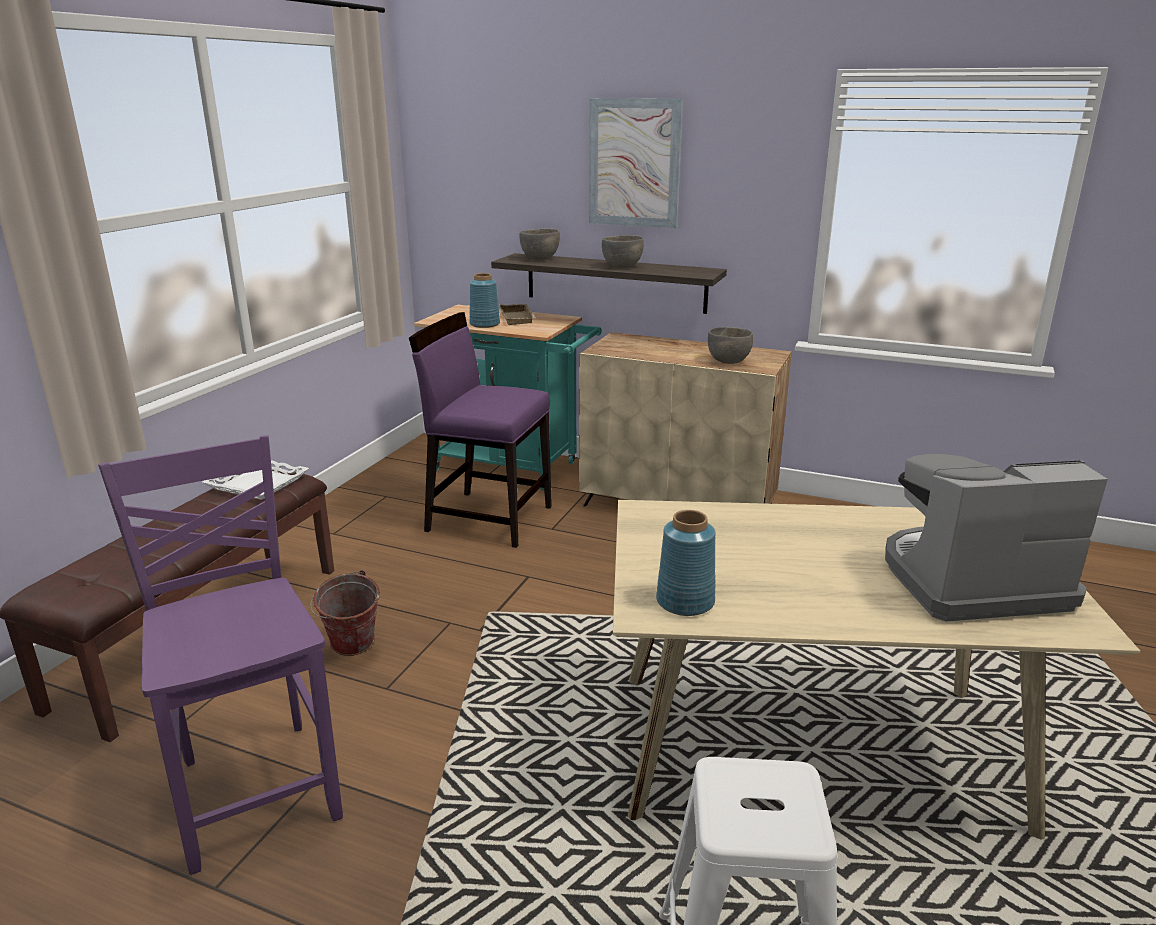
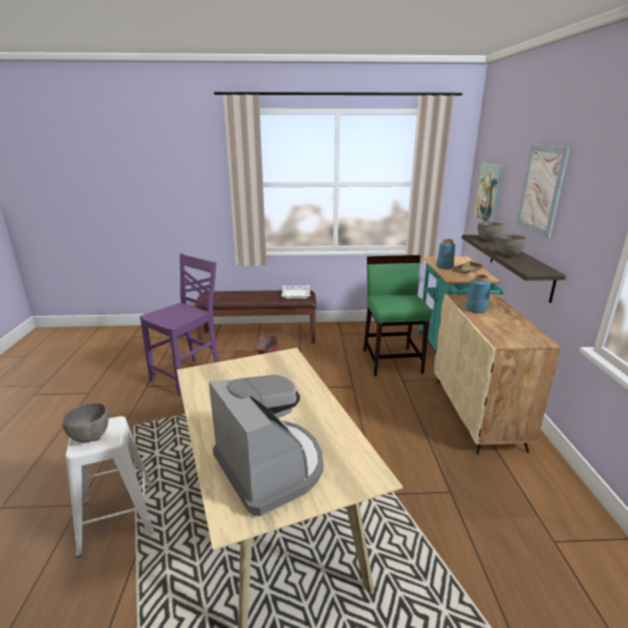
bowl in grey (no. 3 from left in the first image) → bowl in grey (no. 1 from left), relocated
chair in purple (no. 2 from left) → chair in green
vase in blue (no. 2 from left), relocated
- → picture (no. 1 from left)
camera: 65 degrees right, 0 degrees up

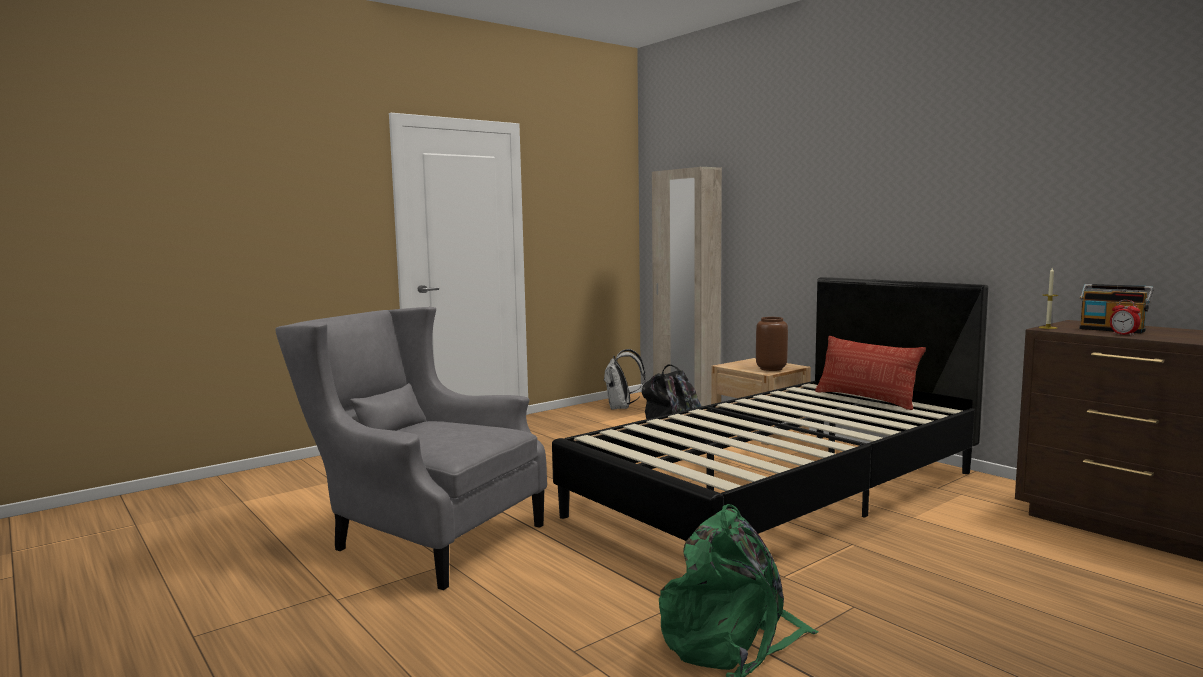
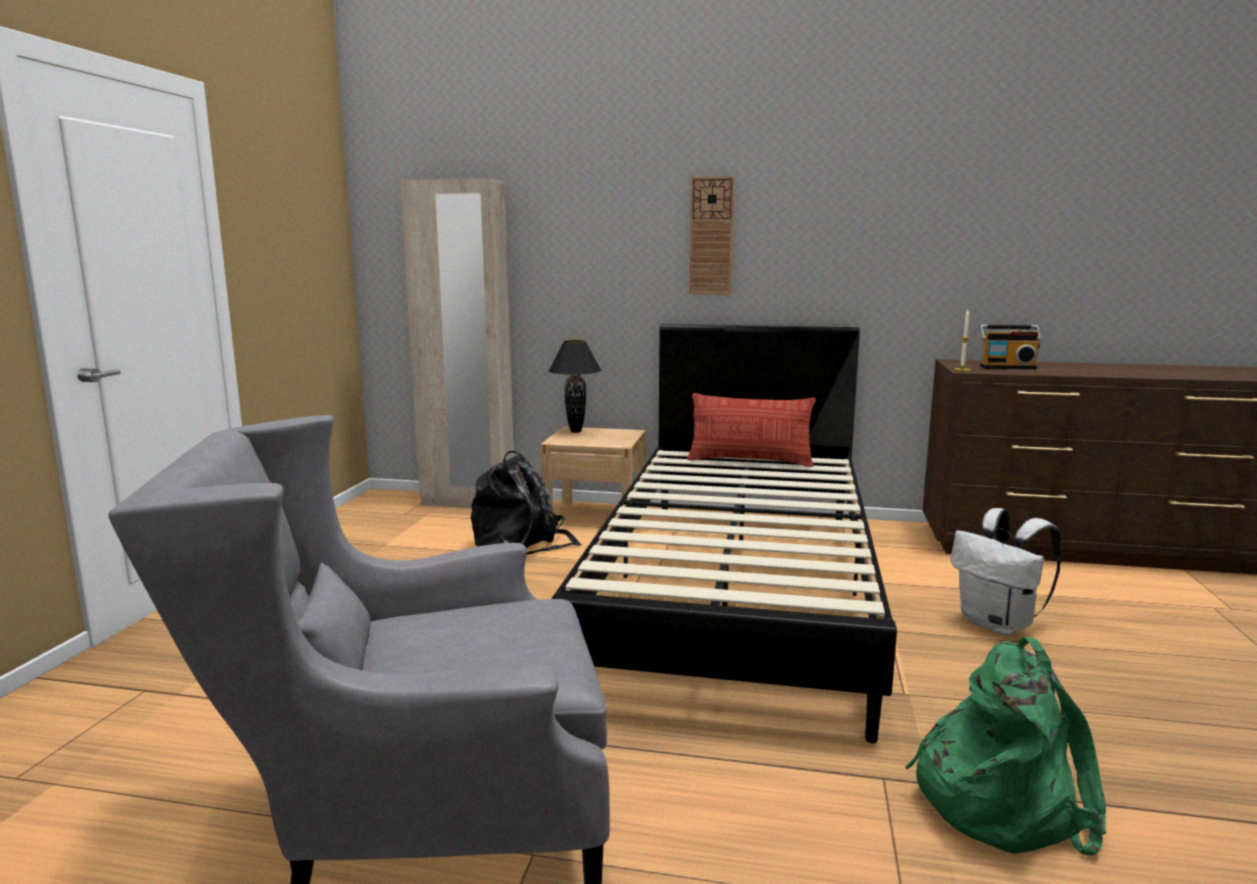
- → table lamp in black
- → wall clock
backpack in white, relocated
vase in brown → -
alarm clock → -
camera: 40 degrees left, 5 degrees up

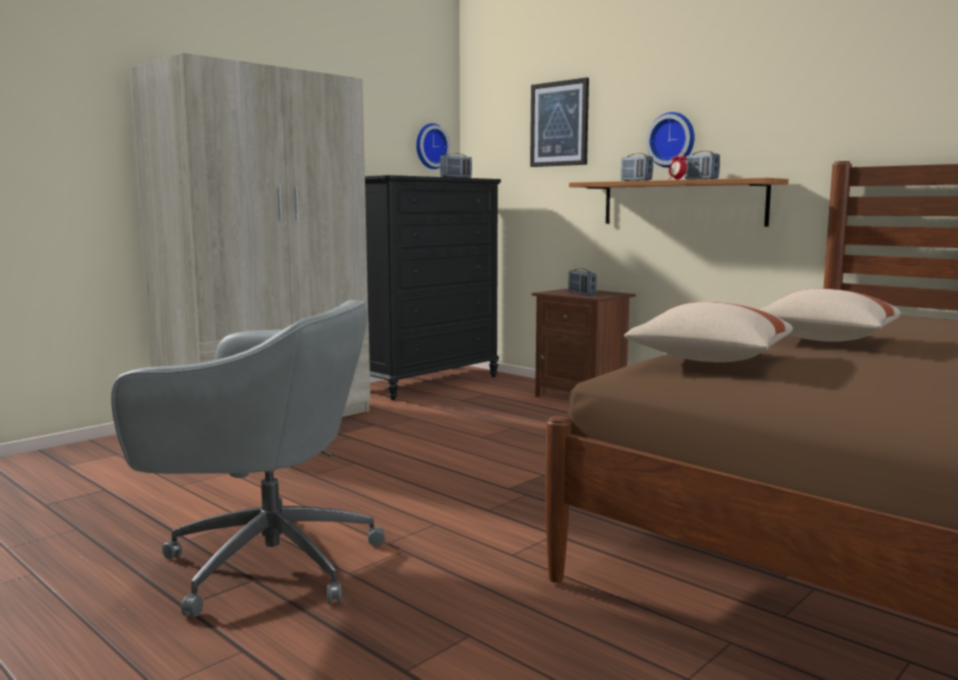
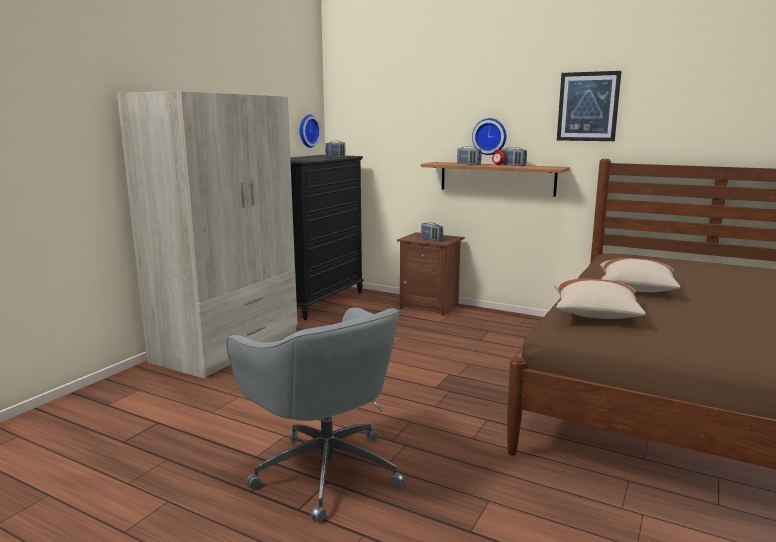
office chair in grey, 60 degrees clockwise
picture, relocated
camera: 15 degrees left, 5 degrees up

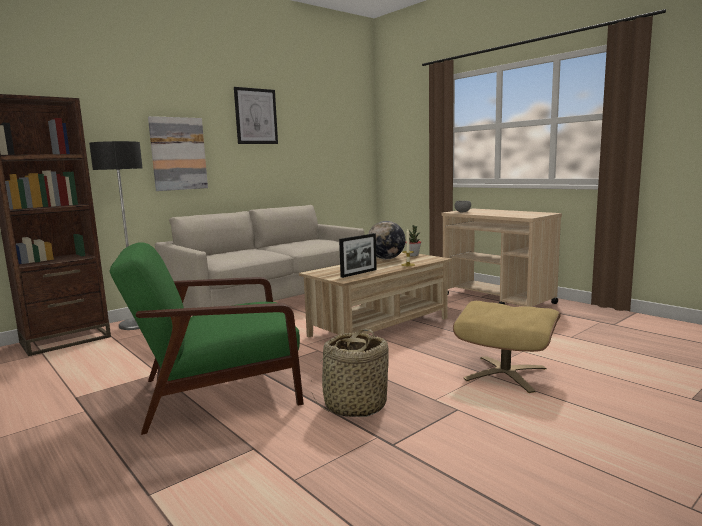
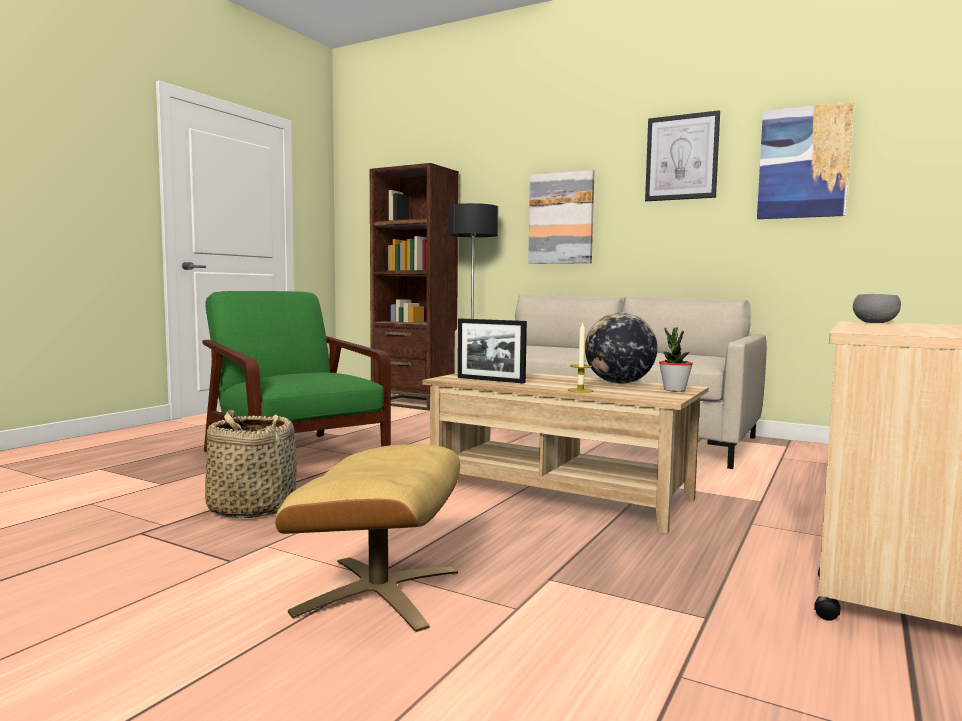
- → picture (no. 3 from left)
camera: 70 degrees right, 5 degrees down

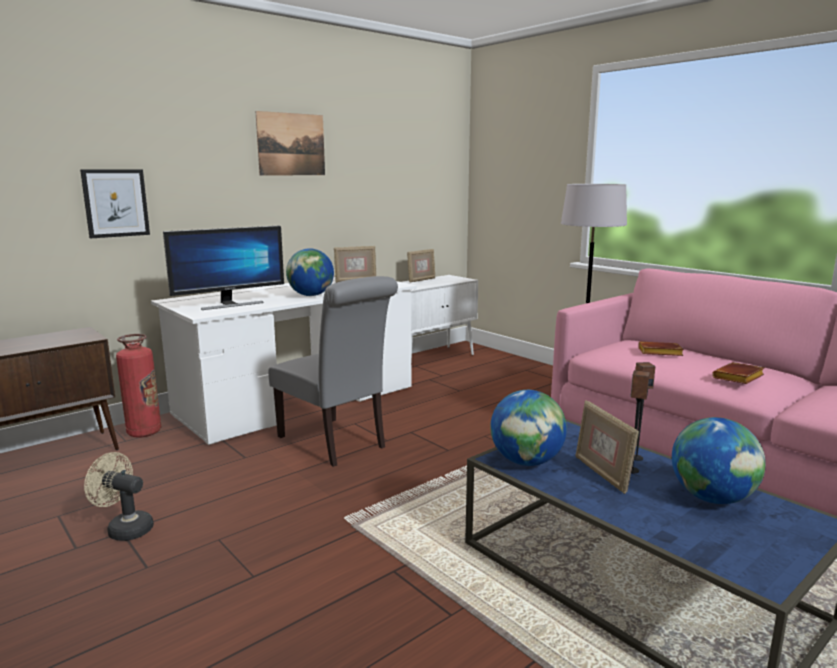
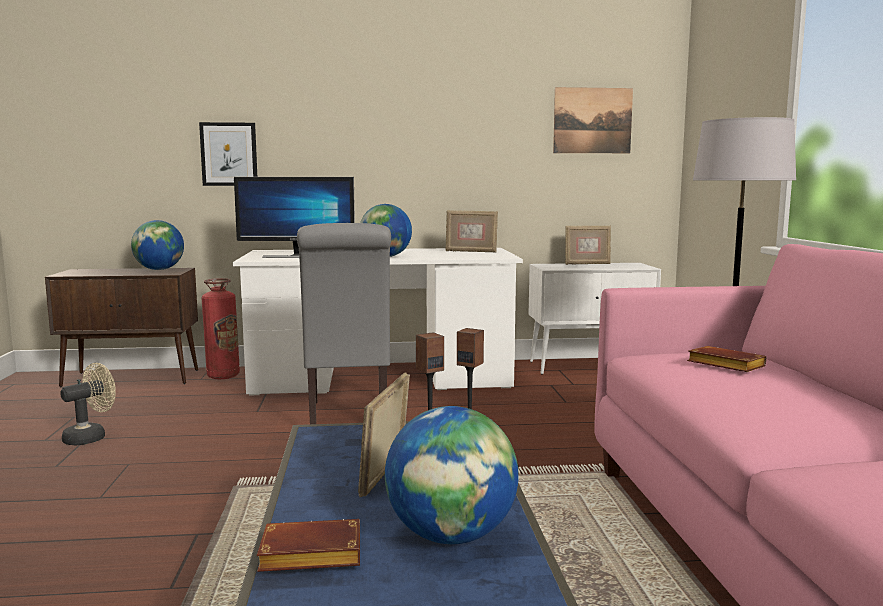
fan in beige, 75 degrees clockwise
globe (no. 2 from left in the first image) → globe (no. 1 from left), relocated
book in brown (no. 2 from left in the first image) → book in brown (no. 1 from left), relocated
picture (no. 2 from left), relocated
camera: 35 degrees right, 5 degrees down

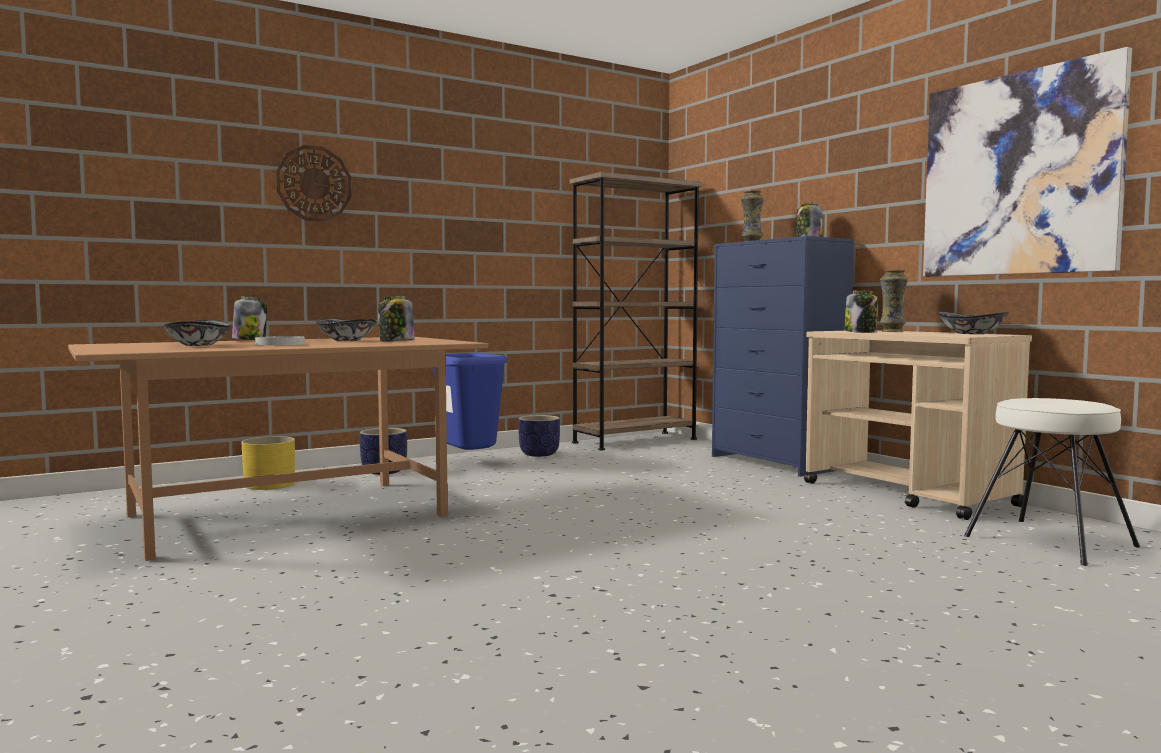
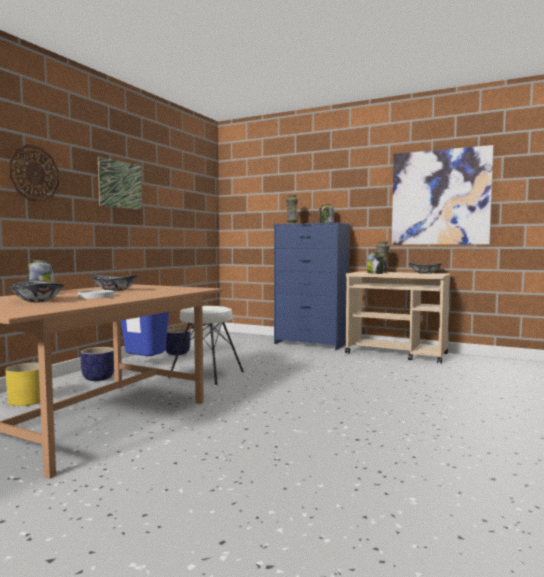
- → picture (no. 1 from left)
stool in white, relocated
jar (no. 2 from left) → -
bookcase in brown → -
camera: 30 degrees left, 0 degrees up

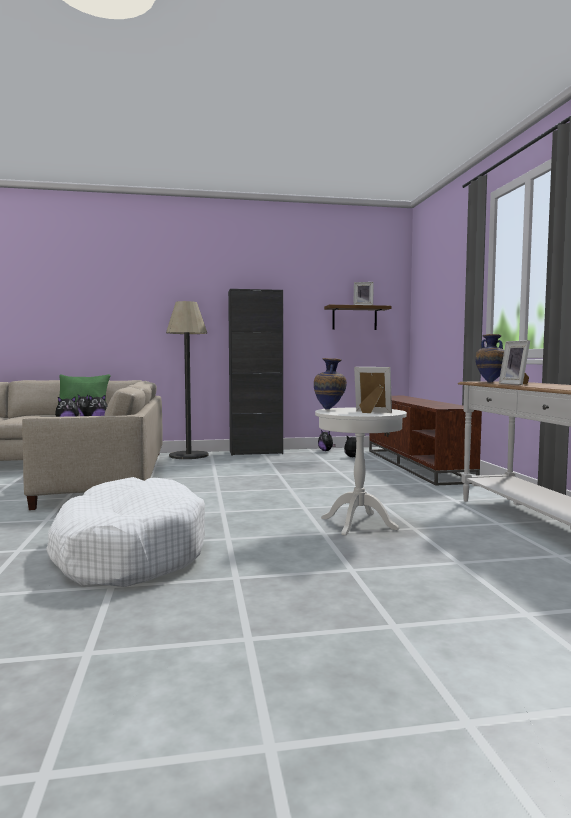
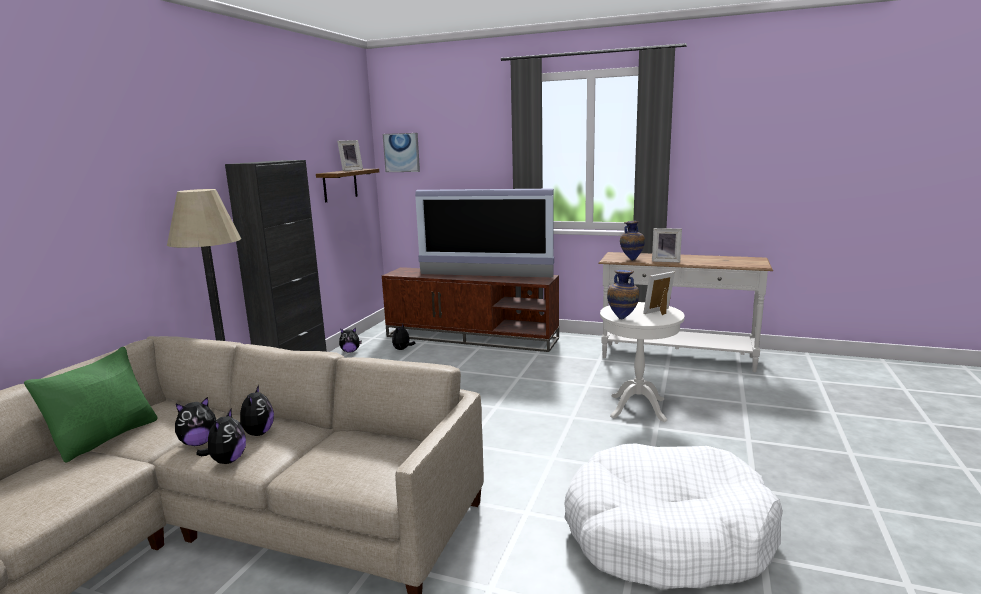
- → picture
- → television
camera: 60 degrees left, 10 degrees up

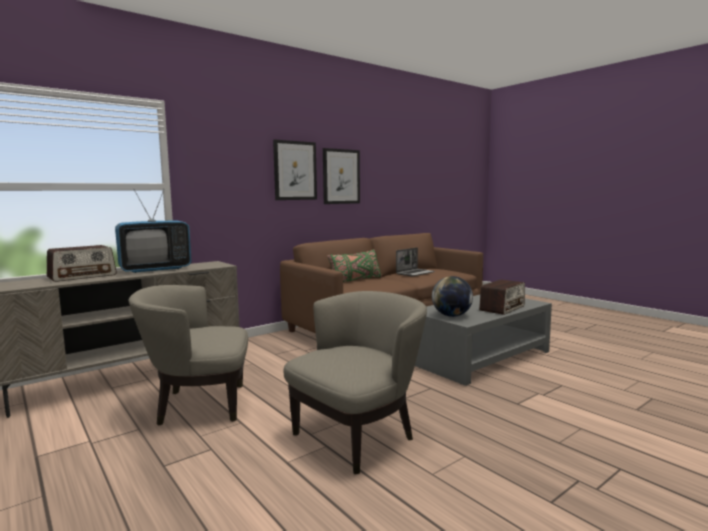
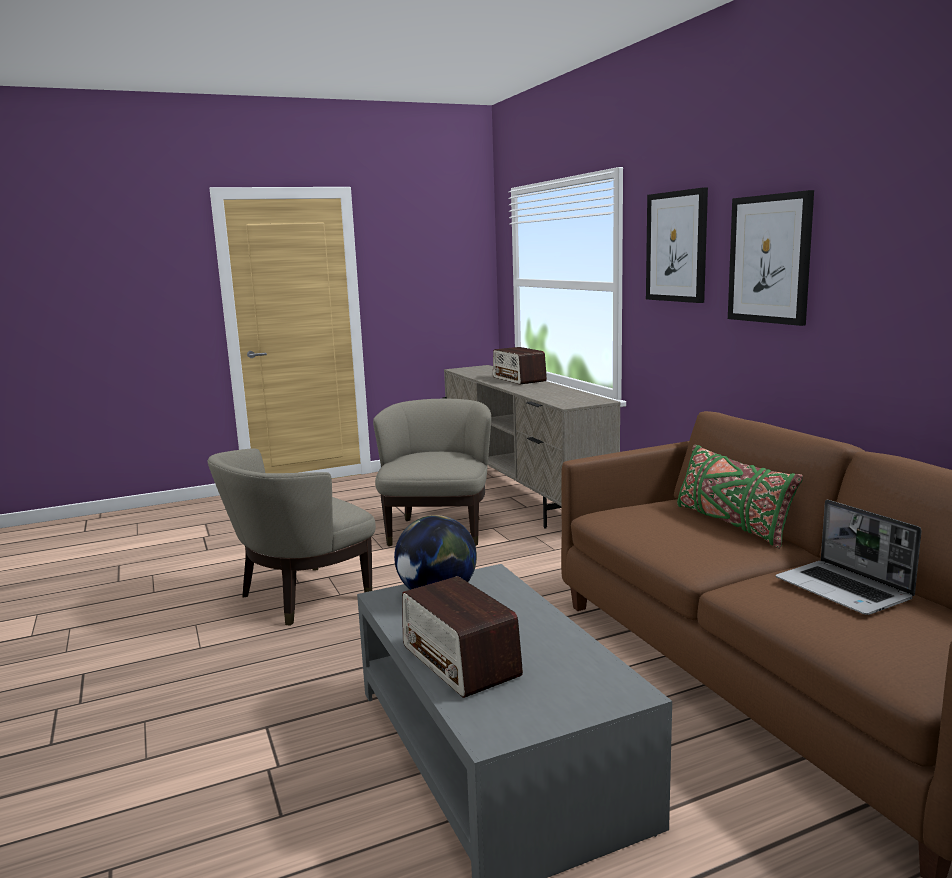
armchair in beige (no. 2 from left in the first image) → armchair in beige (no. 1 from left), 75 degrees clockwise
picture (no. 2 from left in the first image) → picture (no. 1 from left), relocated
television → -
camera: 105 degrees right, 5 degrees up

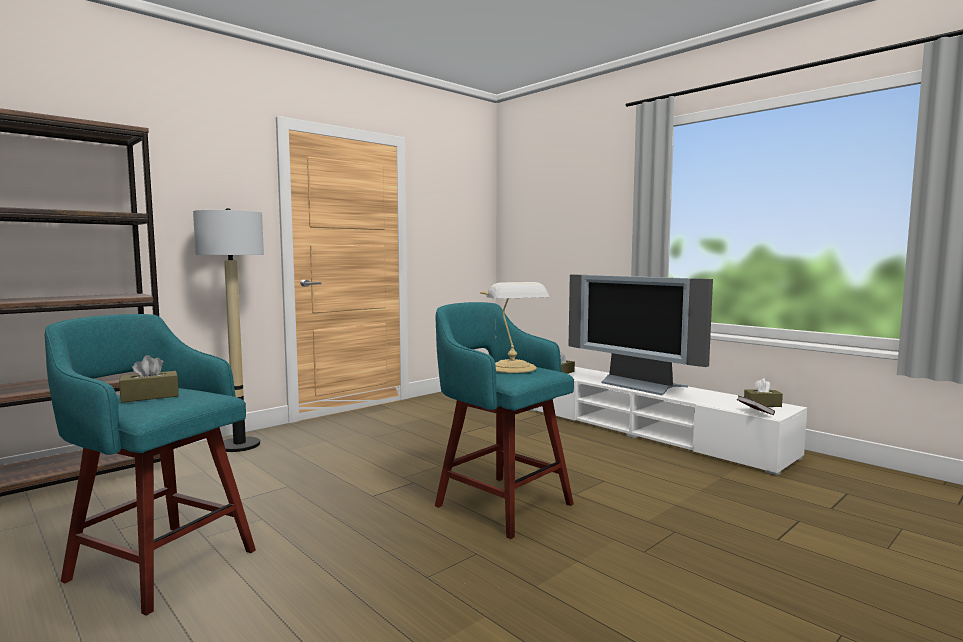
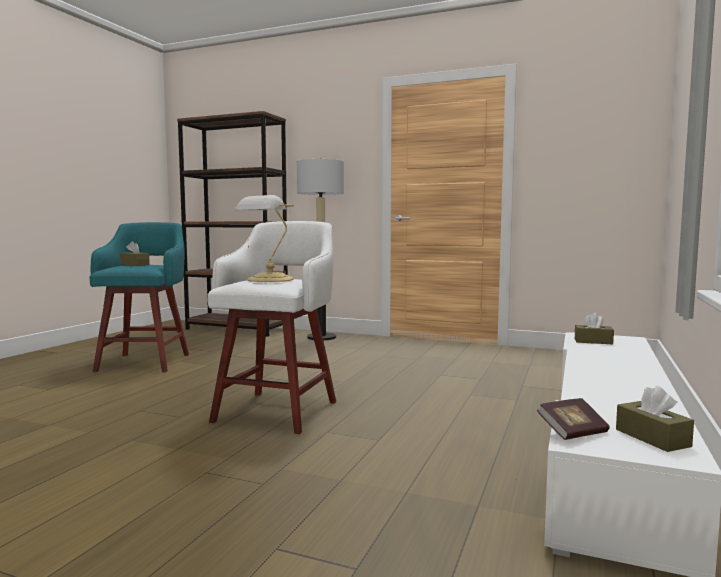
stool in turquoise (no. 2 from left) → stool in white
television → -
camera: 65 degrees right, 0 degrees up

